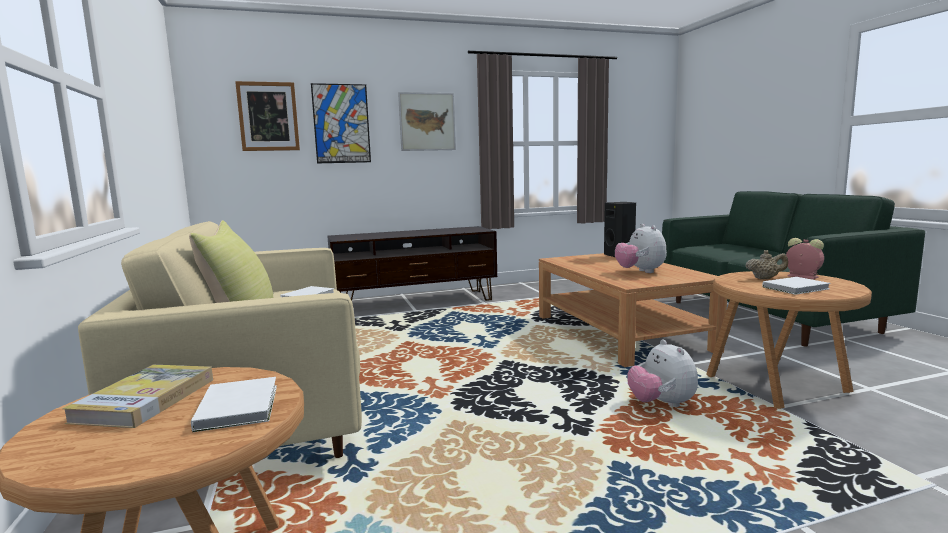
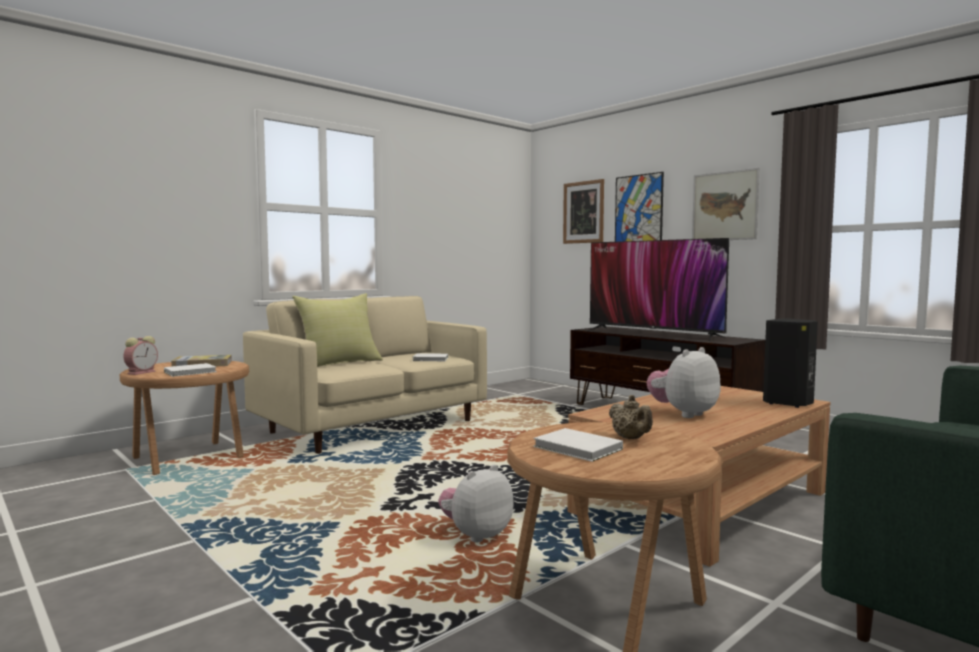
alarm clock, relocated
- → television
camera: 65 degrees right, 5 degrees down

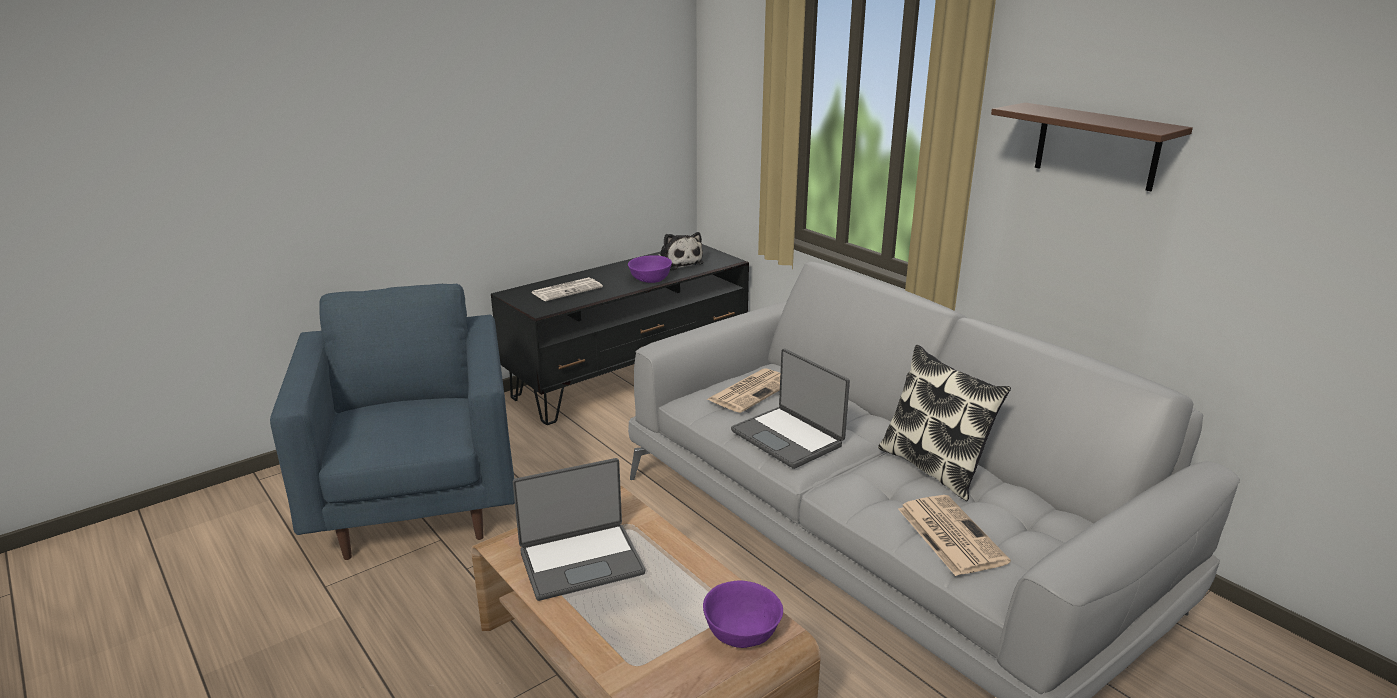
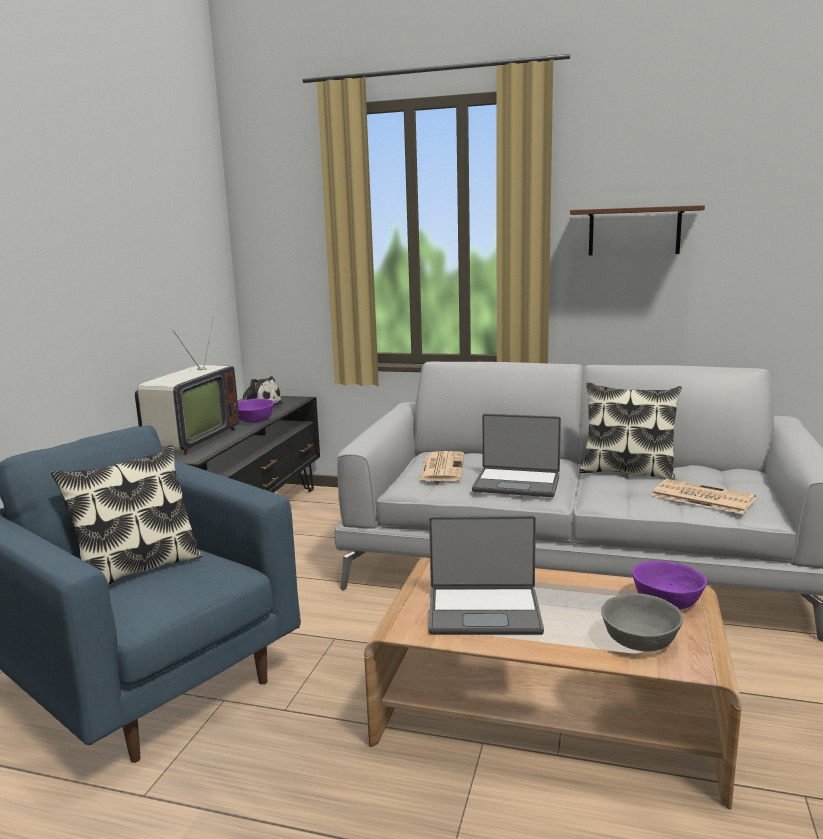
- → pillow (no. 1 from left)
newspaper (no. 1 from left) → television
laptop (no. 1 from left), 60 degrees clockwise
- → bowl in grey
camera: 35 degrees left, 10 degrees down

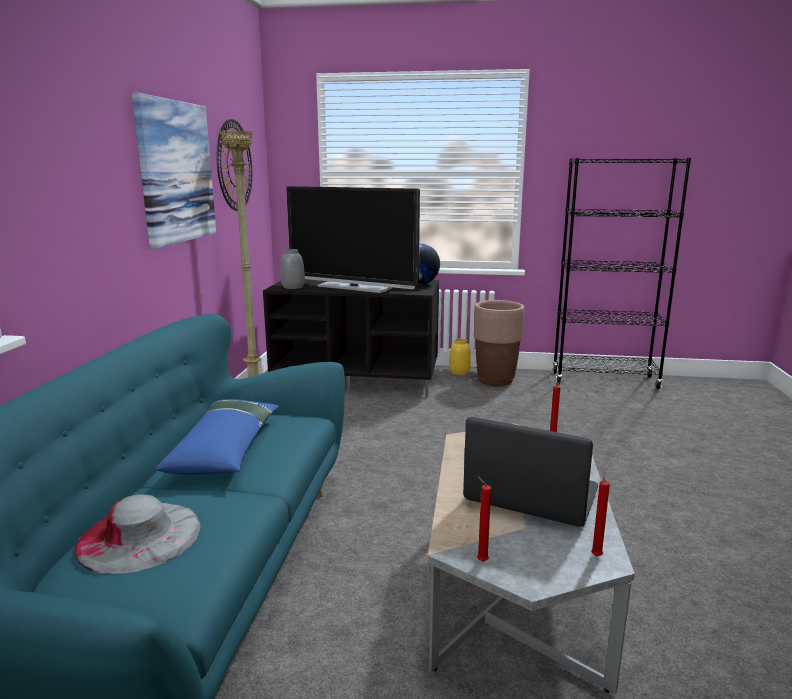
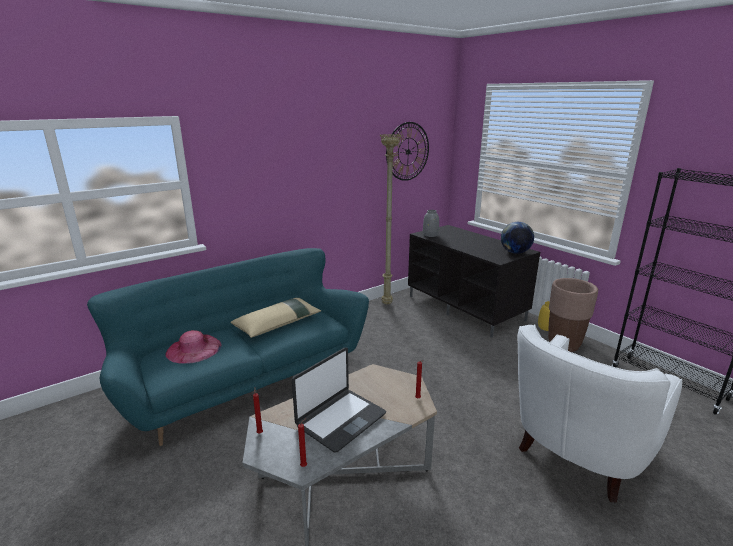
hat in grey → hat in pink
pillow in blue → pillow in beige
laptop, 60 degrees clockwise
- → armchair in white
picture → -
television → -
camera: 45 degrees right, 5 degrees up

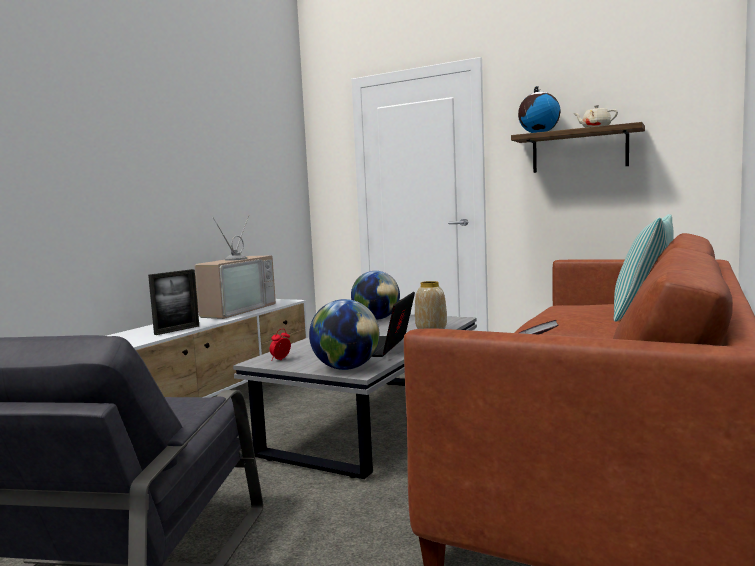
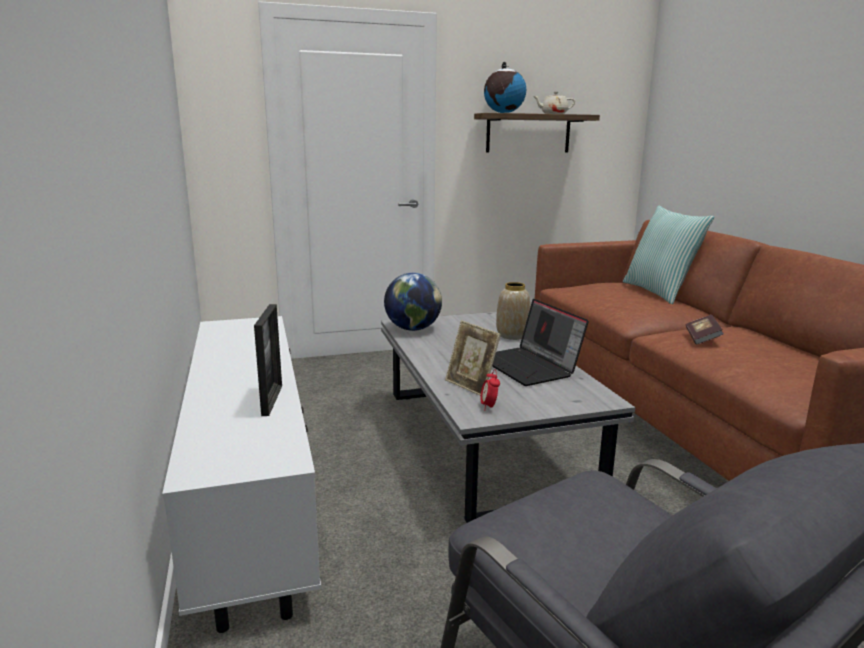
- → picture frame (no. 2 from left)
television → -
globe (no. 1 from left) → -
camera: 45 degrees left, 10 degrees up

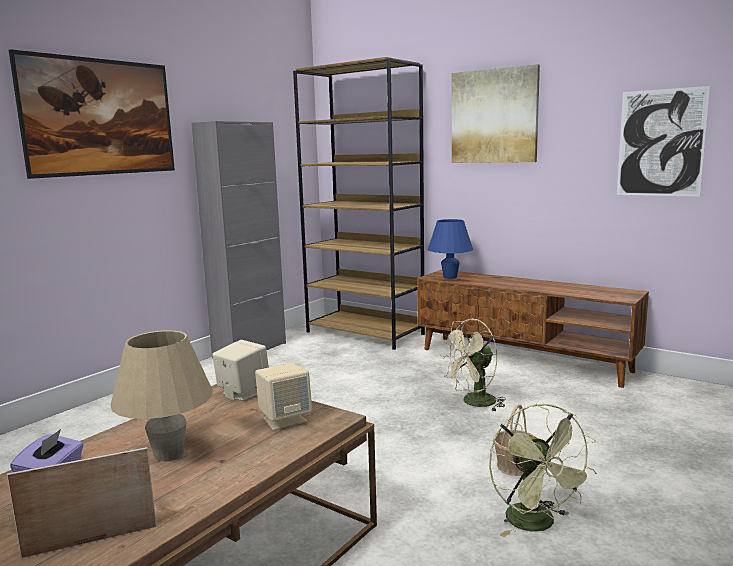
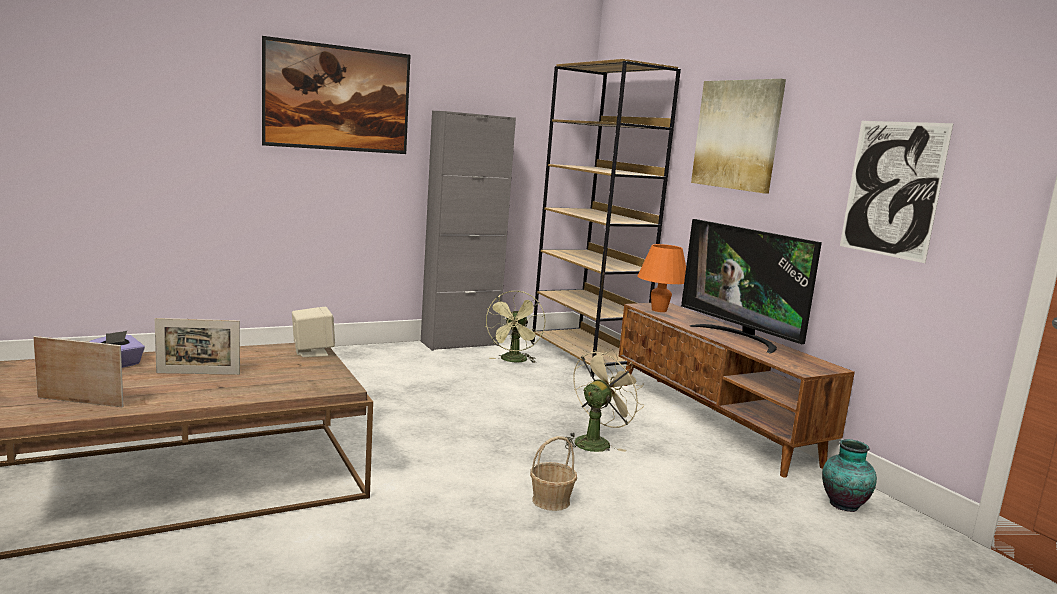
table lamp in beige → picture frame (no. 2 from left)
fan in green, relocated
fan in beige, 135 degrees clockwise
table lamp in blue → table lamp in orange
- → television
- → vase
speaker in beige (no. 2 from left) → -
camera: 25 degrees right, 0 degrees up

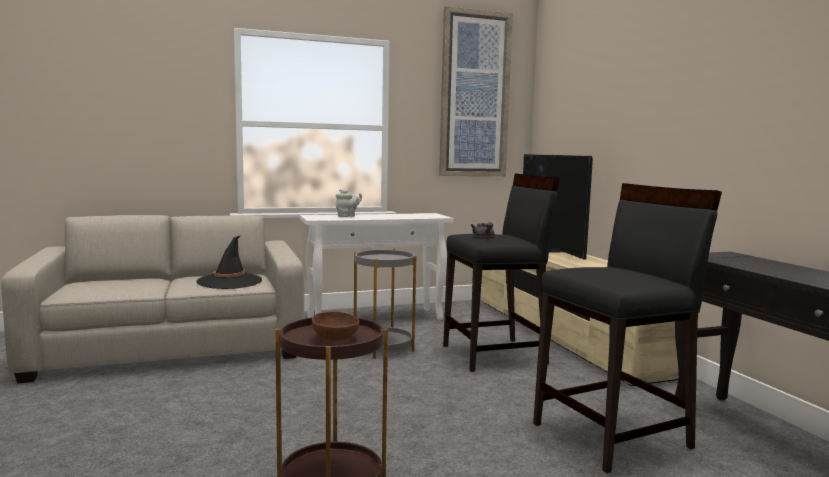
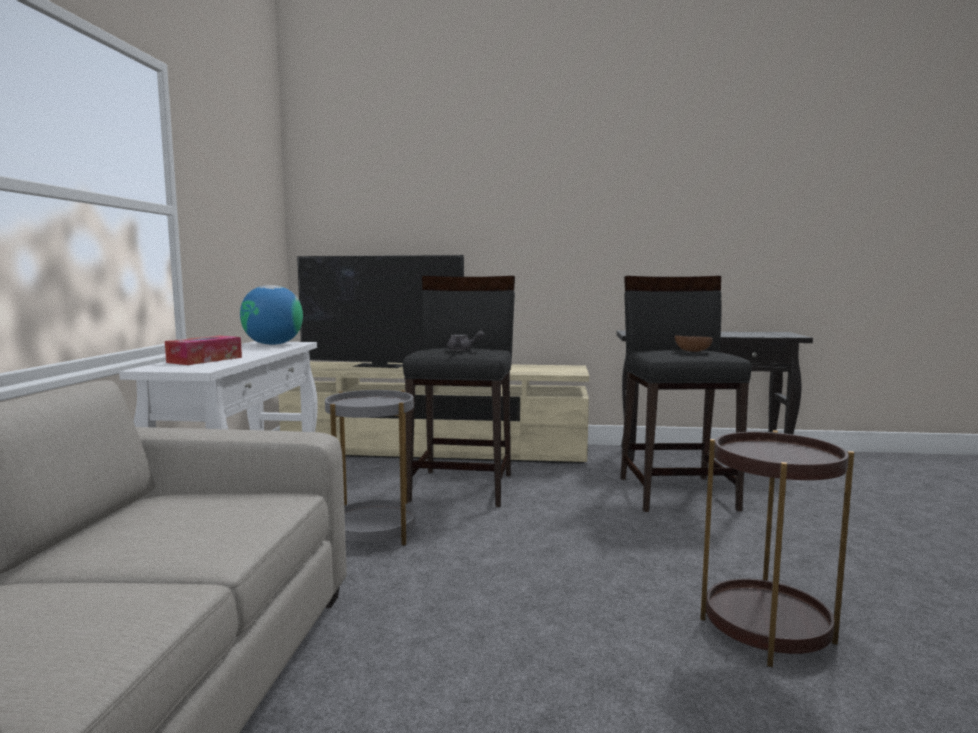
teapot in grey (no. 1 from left) → tissue box
- → globe
bowl in brown, relocated
hat in black → -
picture → -
camera: 65 degrees left, 0 degrees up

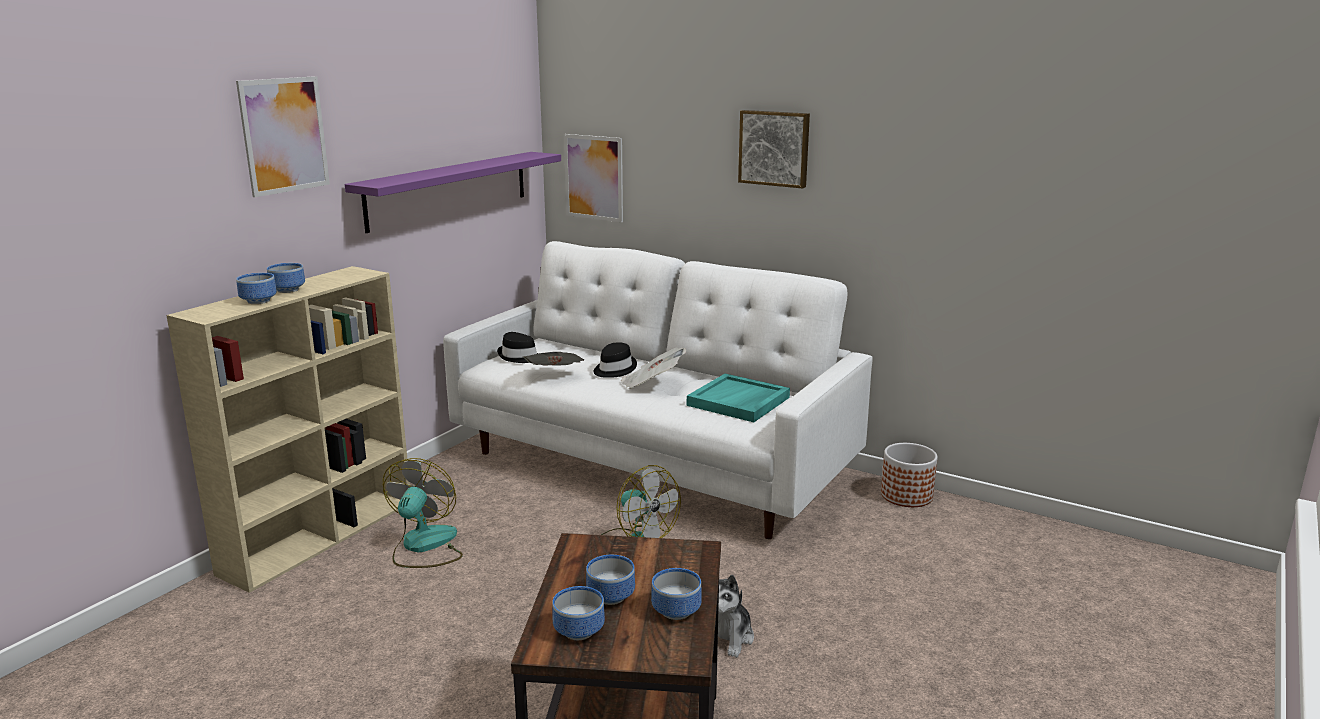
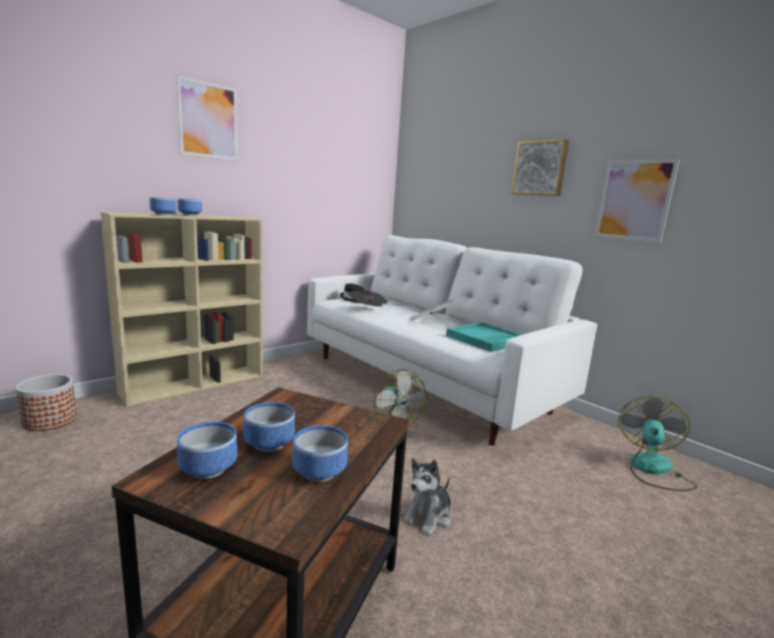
planter, relocated
picture (no. 2 from left in the first image) → picture (no. 3 from left), relocated
fan (no. 1 from left in the first image) → fan (no. 2 from left), relocated
shelf in purple → -
hat in black (no. 2 from left) → -
camera: 15 degrees right, 5 degrees down

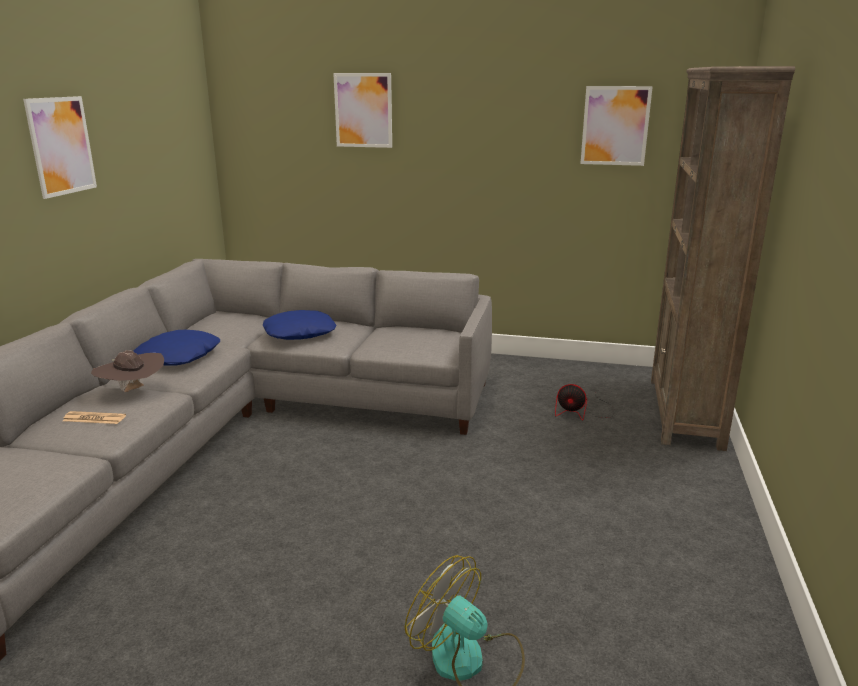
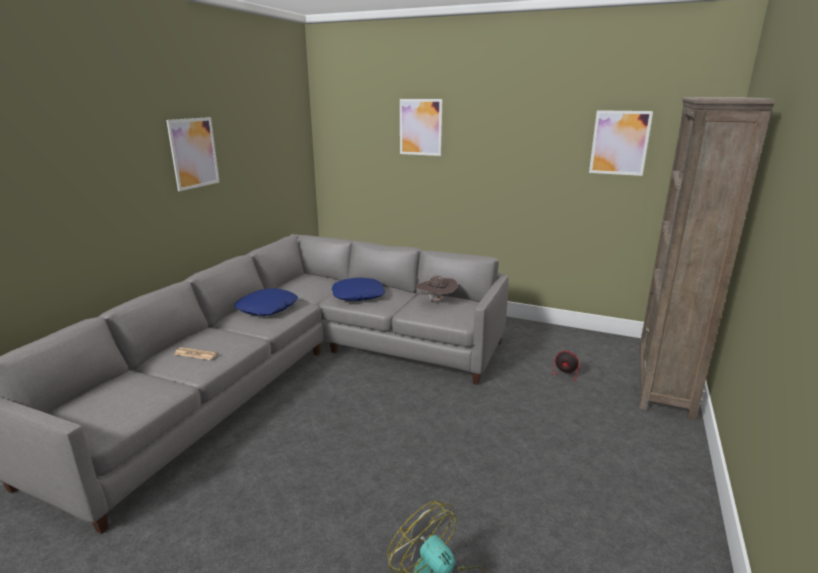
hat in brown, relocated
camera: 10 degrees right, 0 degrees up

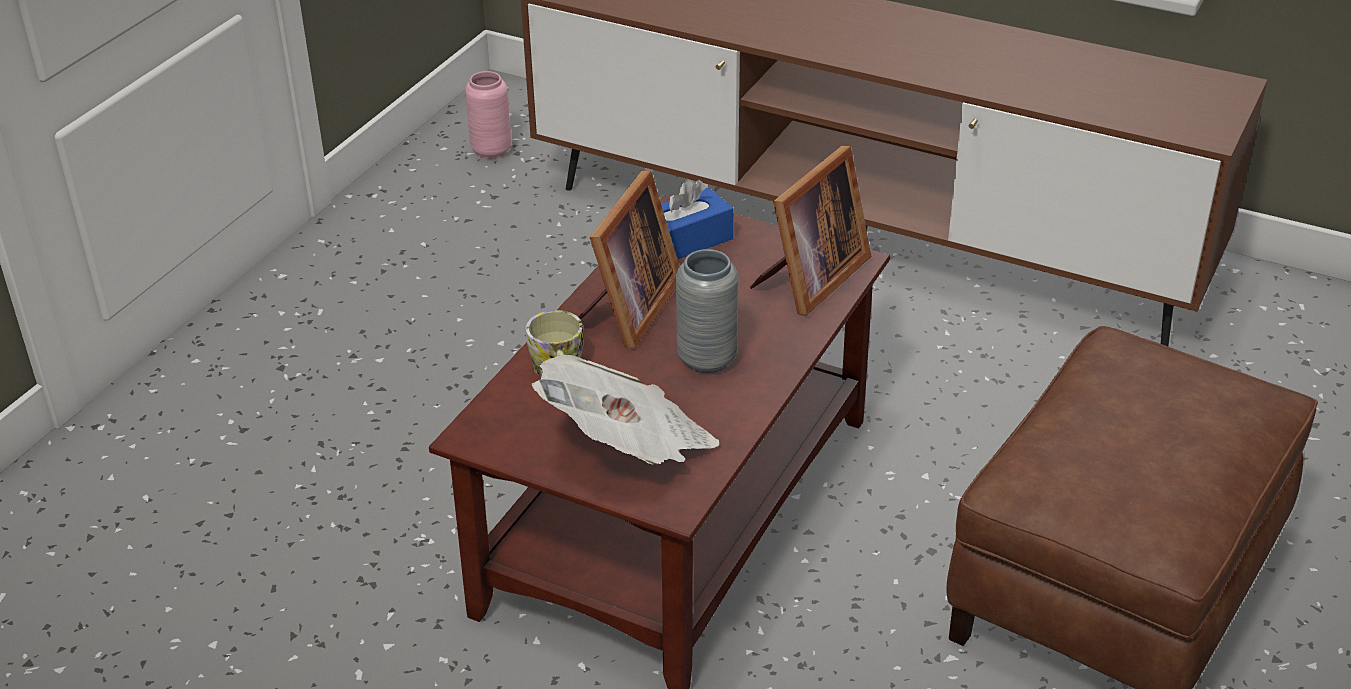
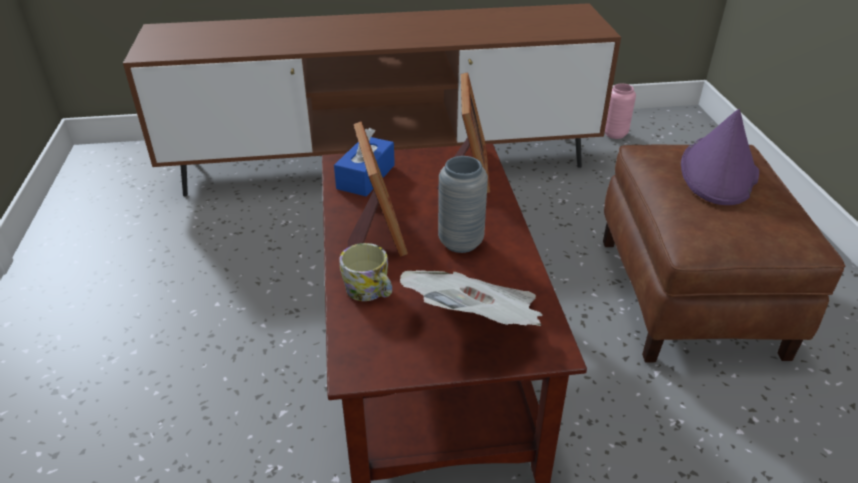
vase in pink, relocated
- → hat in purple
camera: 35 degrees left, 0 degrees up

